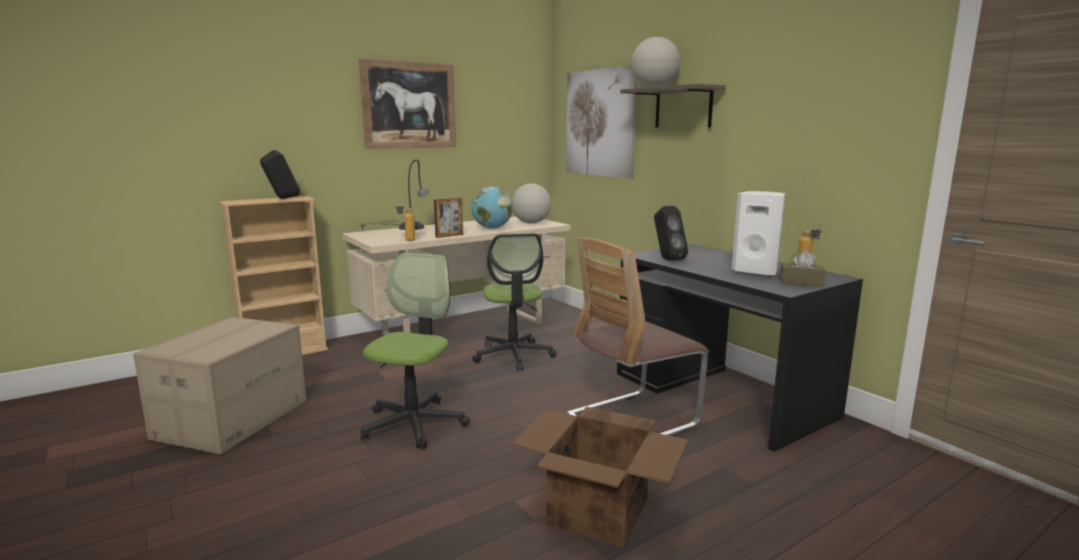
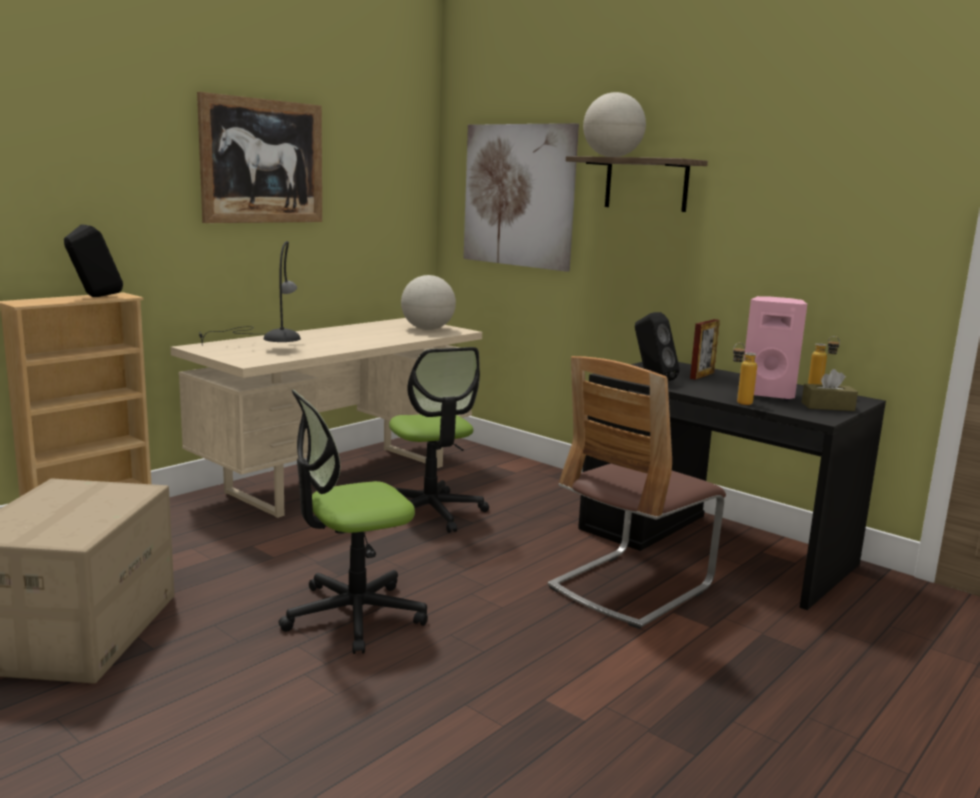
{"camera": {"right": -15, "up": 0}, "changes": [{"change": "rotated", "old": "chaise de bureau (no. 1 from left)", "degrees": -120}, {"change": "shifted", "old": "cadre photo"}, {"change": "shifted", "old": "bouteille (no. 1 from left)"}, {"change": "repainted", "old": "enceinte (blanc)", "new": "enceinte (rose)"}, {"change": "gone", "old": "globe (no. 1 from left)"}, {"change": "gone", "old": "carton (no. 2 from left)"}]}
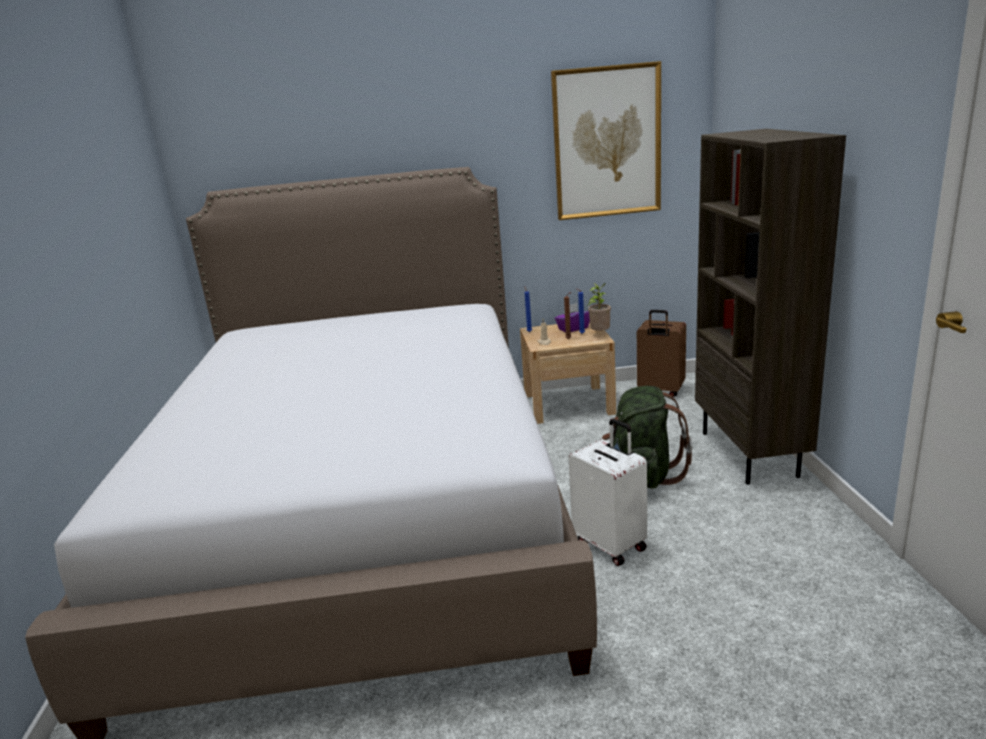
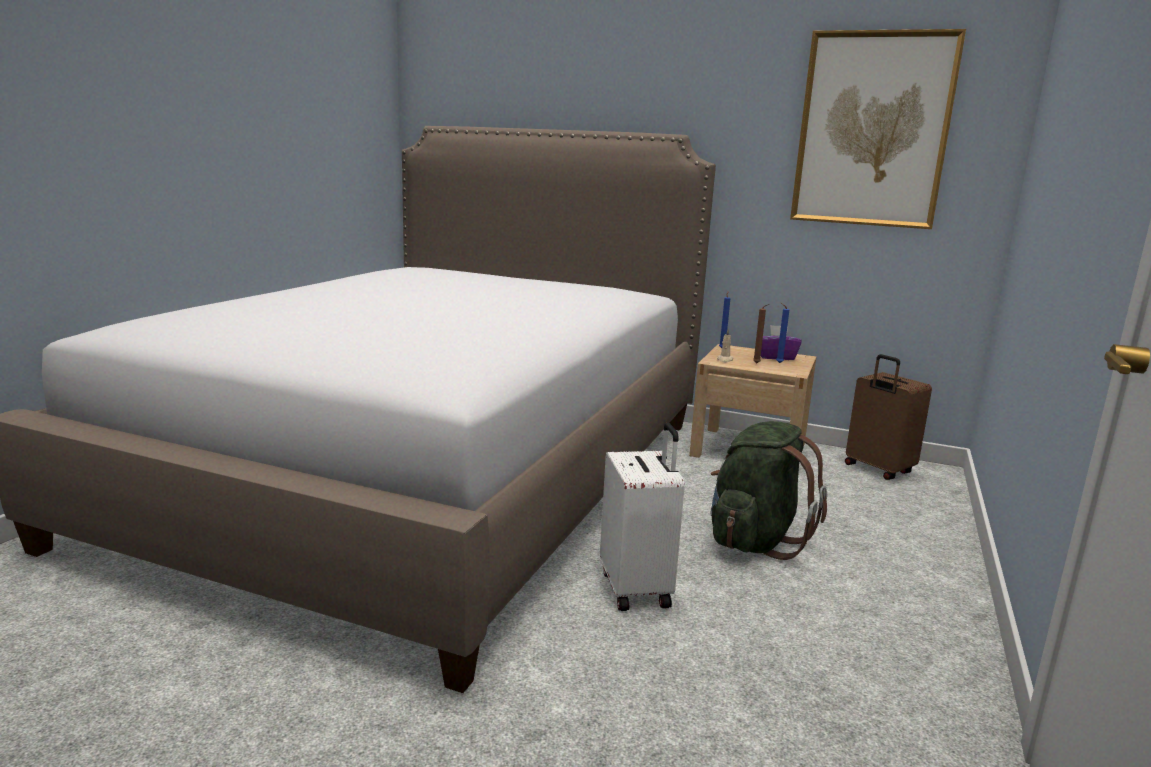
{"camera": {"right": 25, "up": -5}, "changes": [{"change": "gone", "old": "plante en pot"}, {"change": "gone", "old": "bibliothèque (marron)"}]}
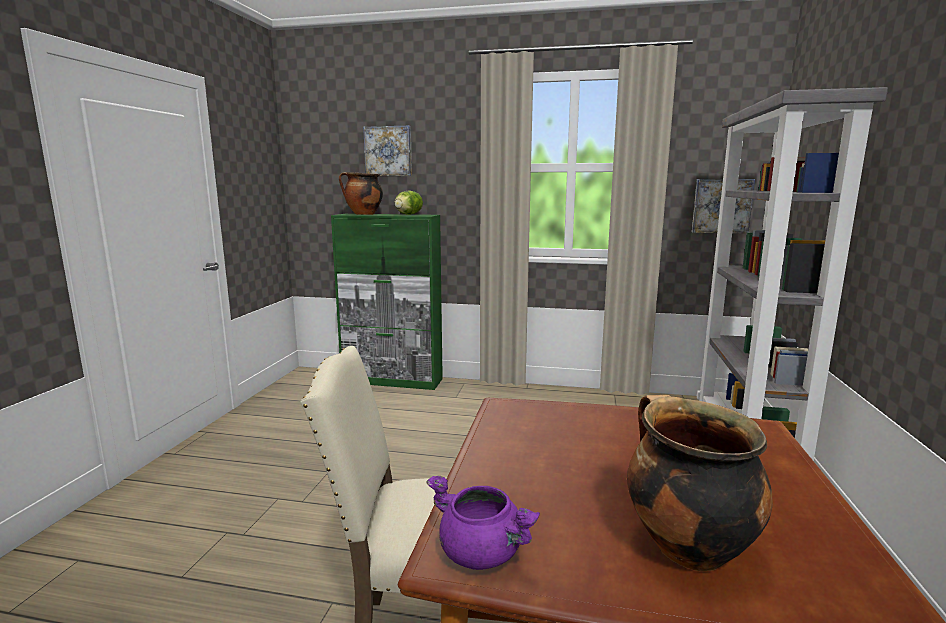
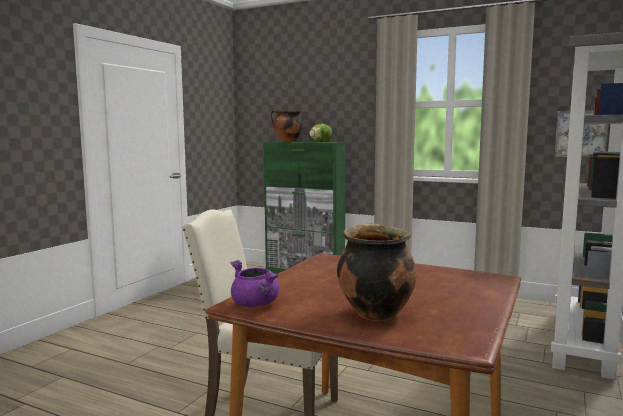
{"camera": {"right": 15, "up": -5}, "changes": [{"change": "gone", "old": "tableau (no. 1 from left)"}]}
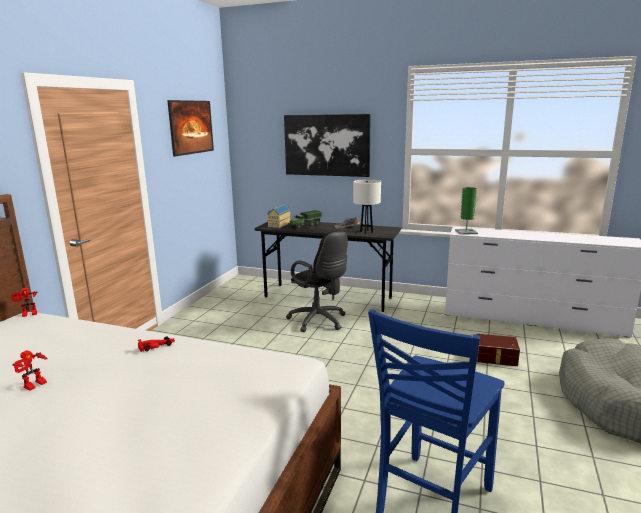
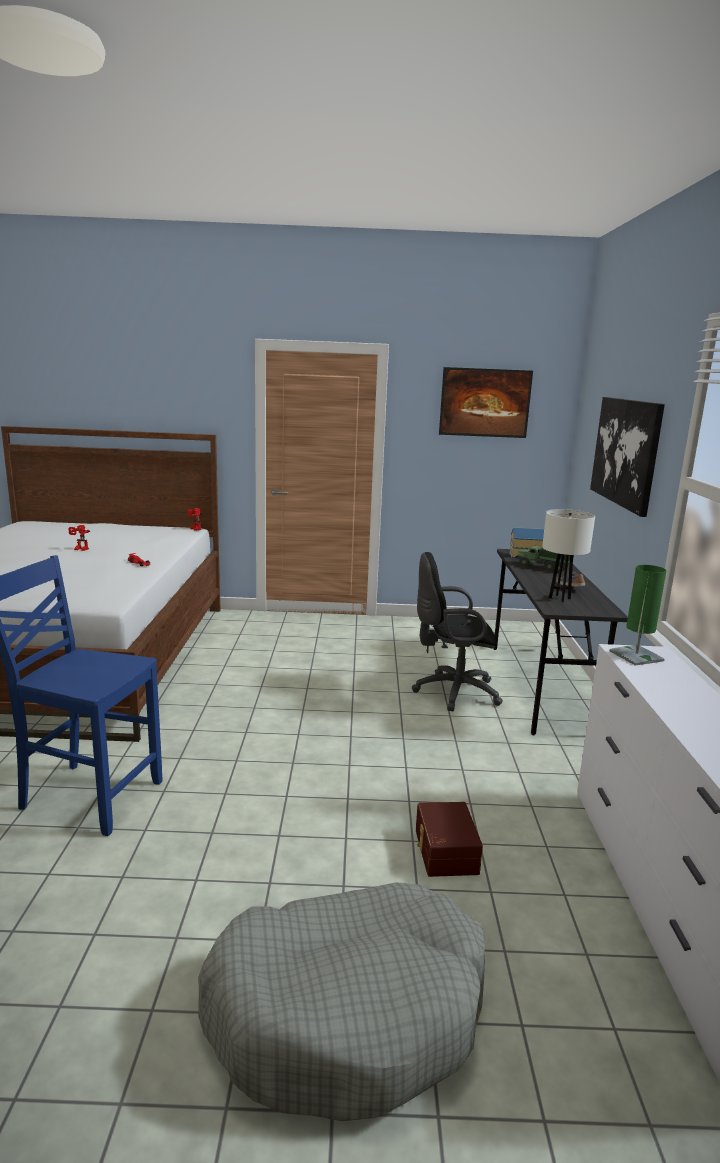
{"camera": {"right": 70, "up": 0}, "changes": [{"change": "rotated", "old": "chaise de bureau (noir)", "degrees": 60}]}
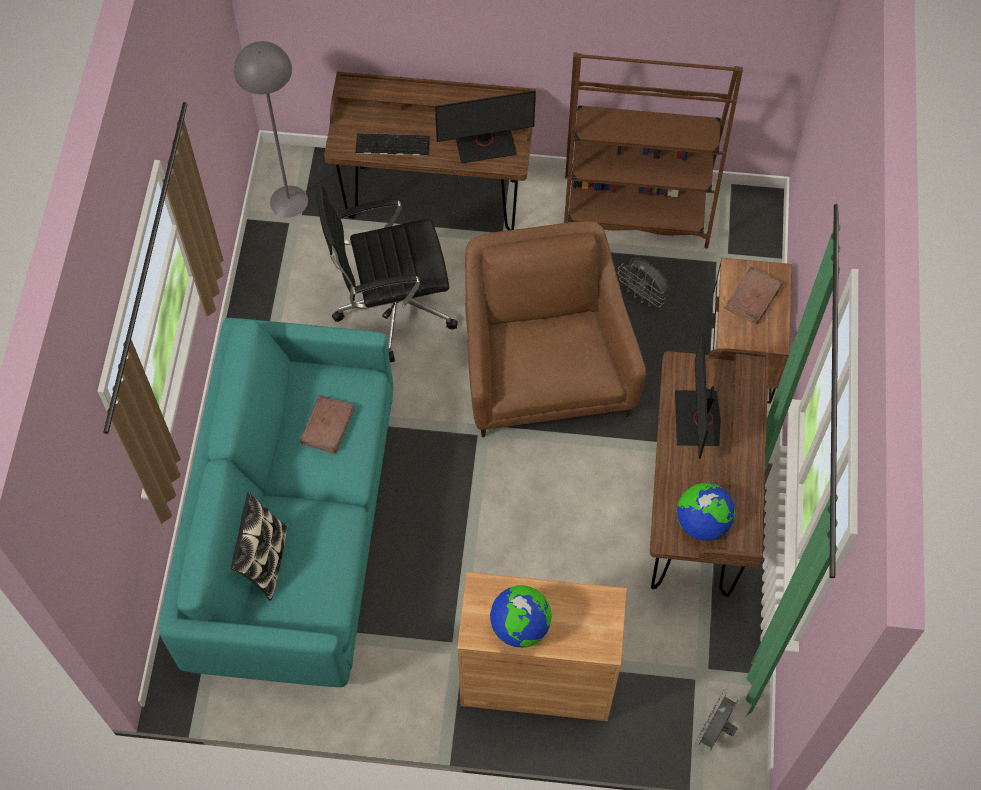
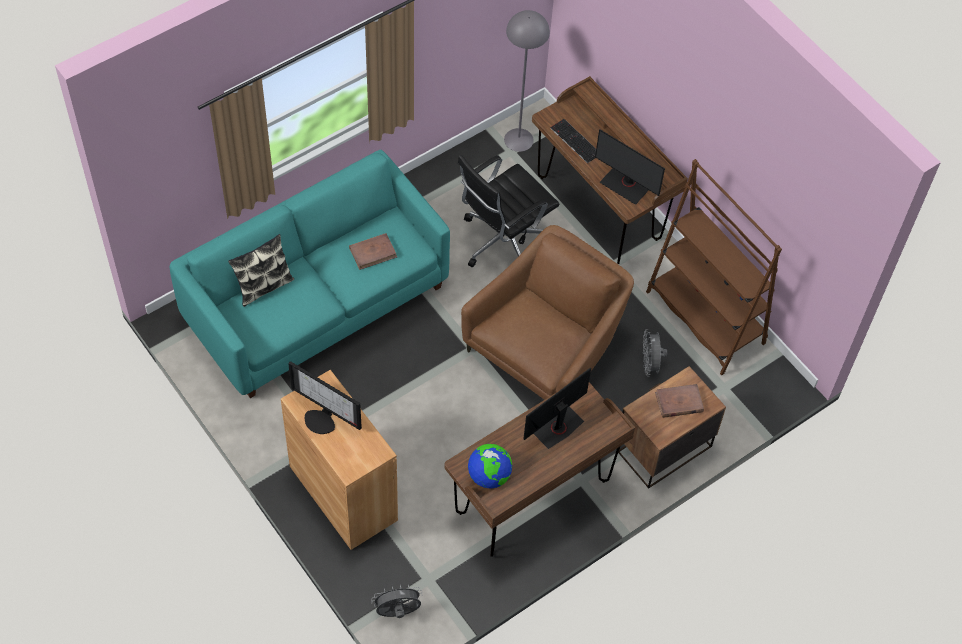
{"camera": {"right": 45, "up": -5}, "changes": [{"change": "swapped", "old": "globe (no. 1 from left)", "new": "écran d'ordinateur (no. 1 from left)"}, {"change": "rotated", "old": "chaise de bureau (noir)", "degrees": -75}]}
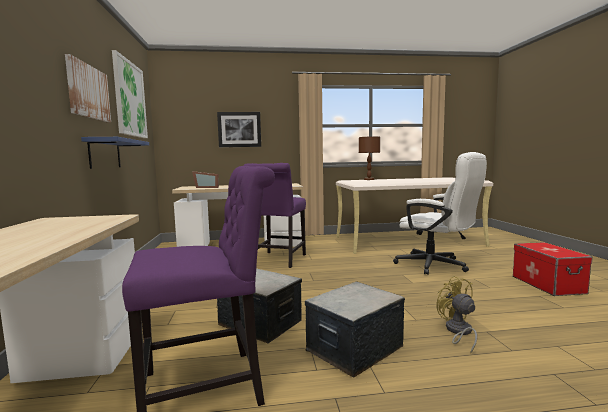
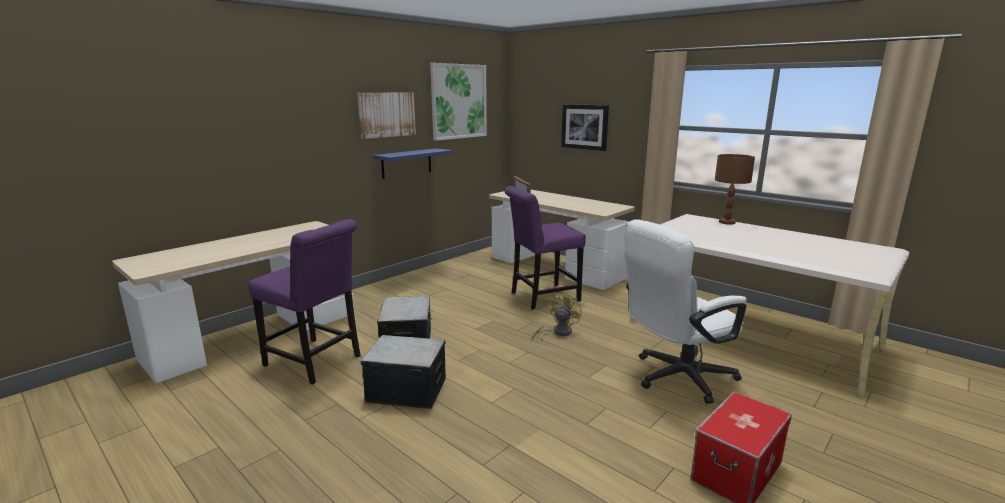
{"camera": {"right": 50, "up": 10}, "changes": [{"change": "shifted", "old": "ventilateur (jaune)"}, {"change": "rotated", "old": "chaise de bureau (blanc)", "degrees": 60}]}
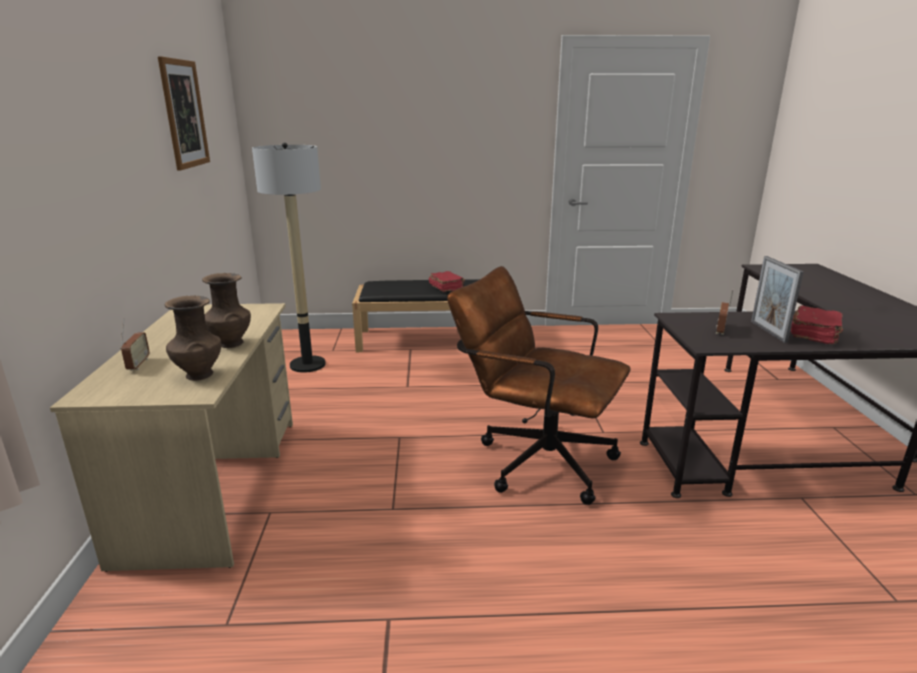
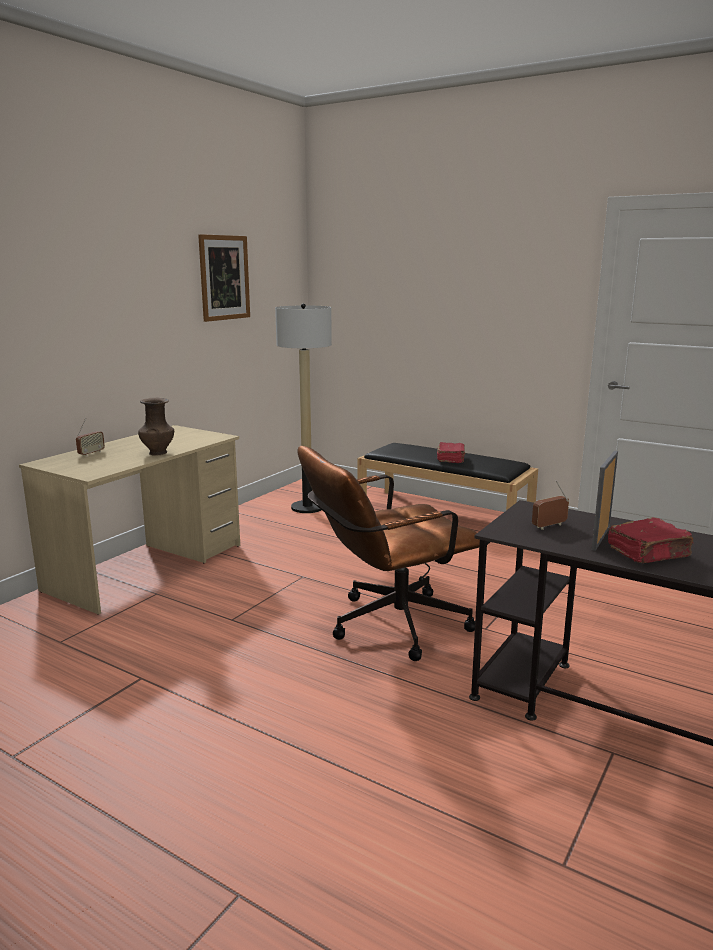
{"camera": {"right": 35, "up": -5}, "changes": [{"change": "rotated", "old": "chaise de bureau (marron)", "degrees": -90}, {"change": "gone", "old": "vase (marron) (no. 1 from left)"}]}
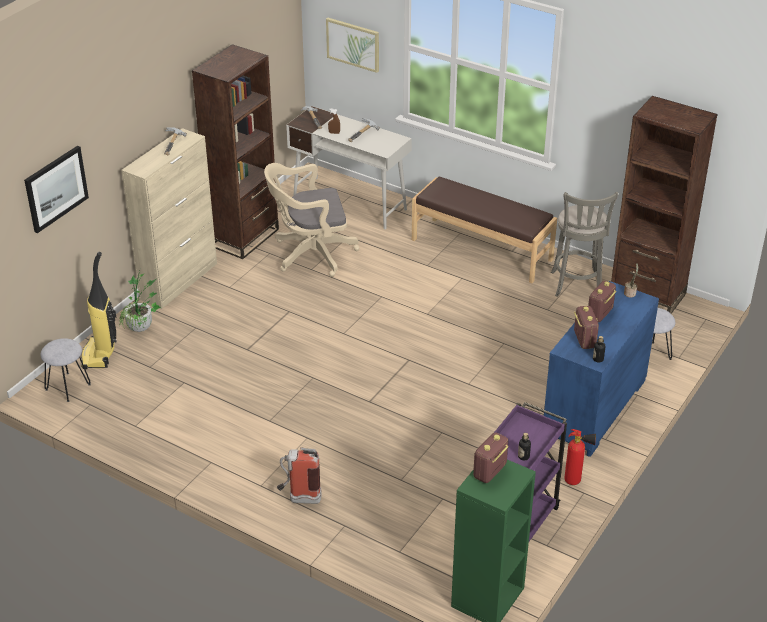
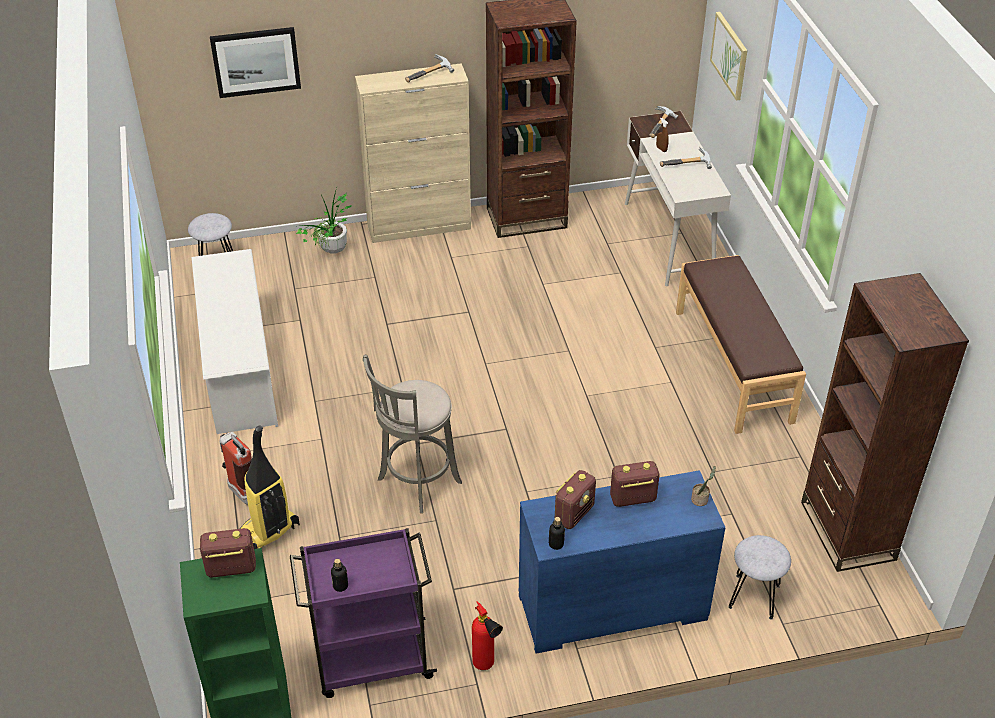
{"camera": {"right": 45, "up": 5}, "changes": [{"change": "new", "new": "étagère à chaussures (blanc)"}, {"change": "shifted", "old": "aspirateur"}, {"change": "shifted", "old": "tabouret (gris) (no. 2 from left)"}, {"change": "gone", "old": "chaise de bureau (beige)"}]}
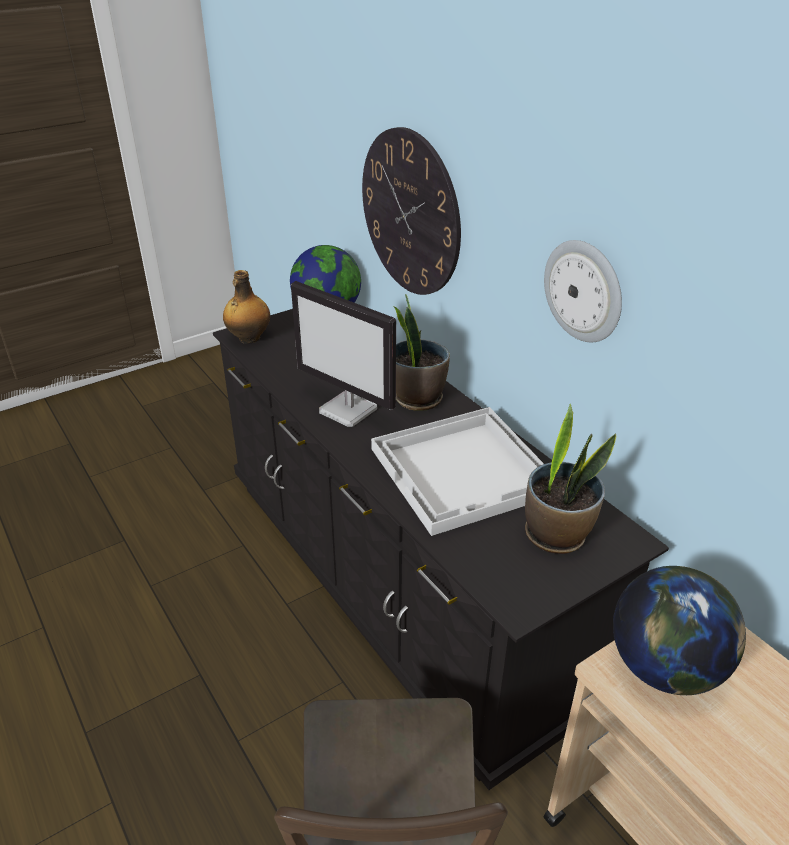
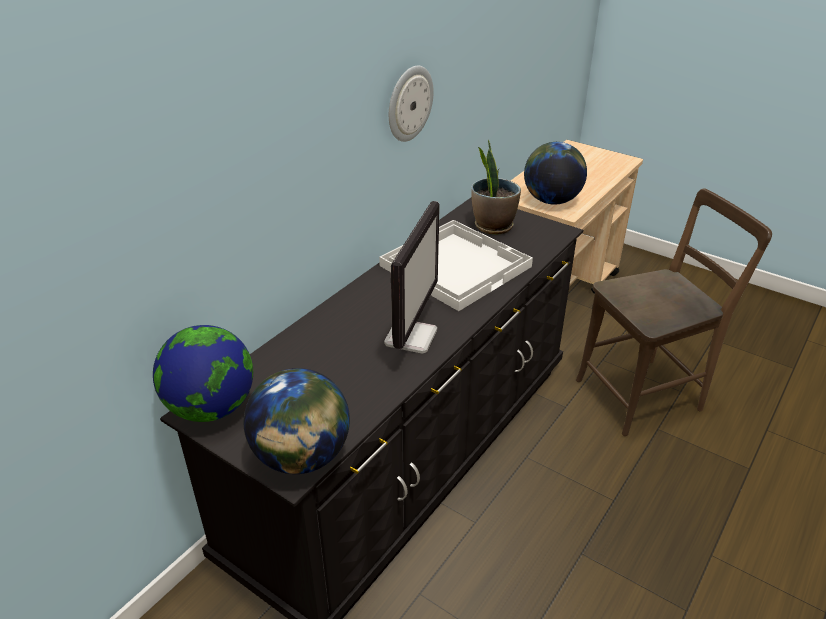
{"camera": {"right": -110, "up": 0}, "changes": [{"change": "swapped", "old": "bouteille", "new": "globe (no. 2 from left)"}, {"change": "gone", "old": "horloge murale (no. 1 from left)"}, {"change": "gone", "old": "plante en pot (no. 1 from left)"}]}
